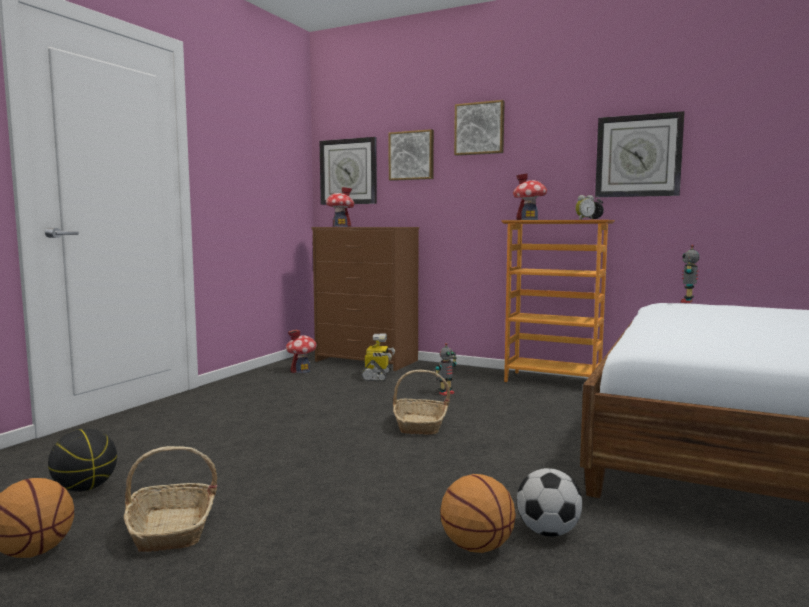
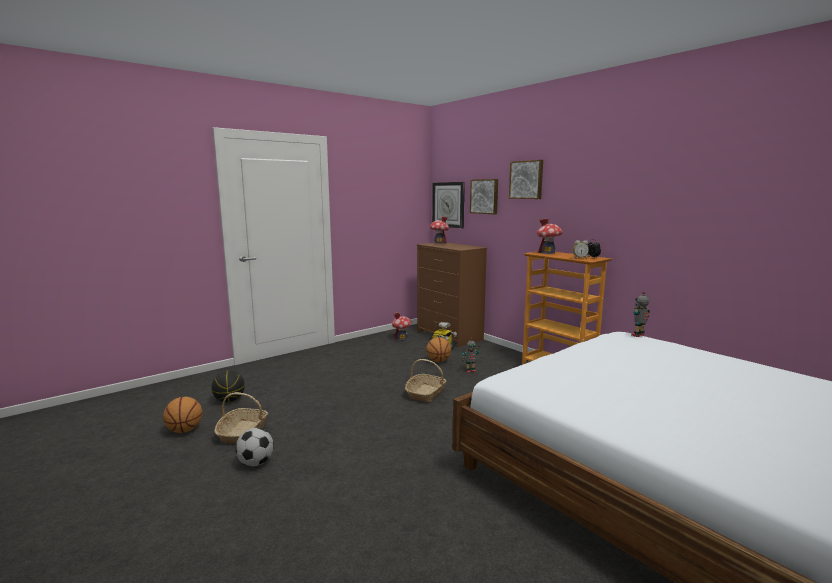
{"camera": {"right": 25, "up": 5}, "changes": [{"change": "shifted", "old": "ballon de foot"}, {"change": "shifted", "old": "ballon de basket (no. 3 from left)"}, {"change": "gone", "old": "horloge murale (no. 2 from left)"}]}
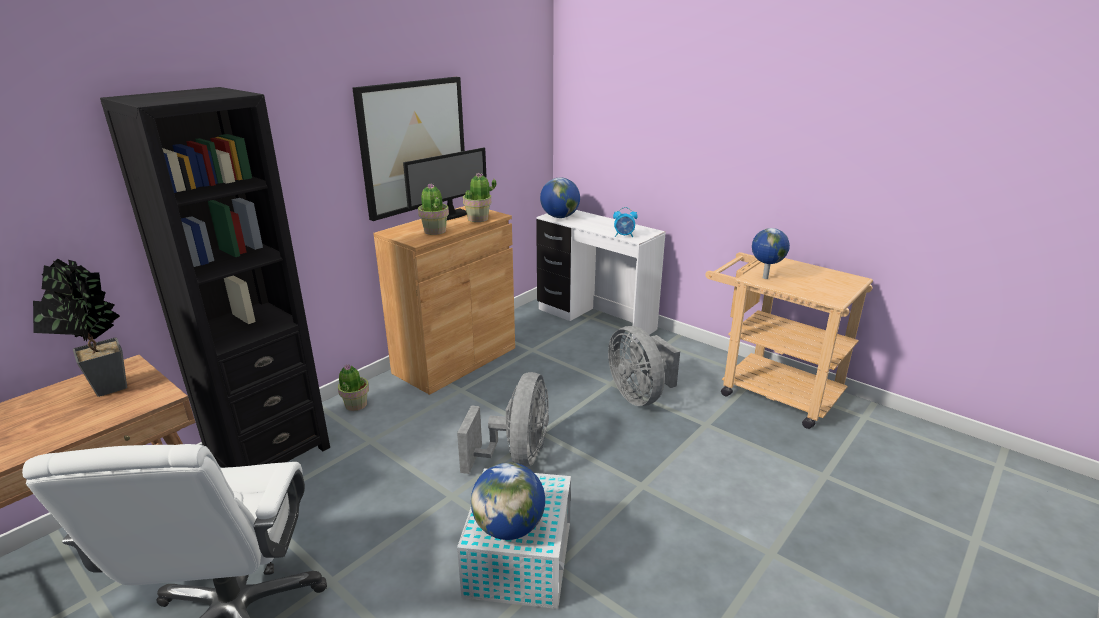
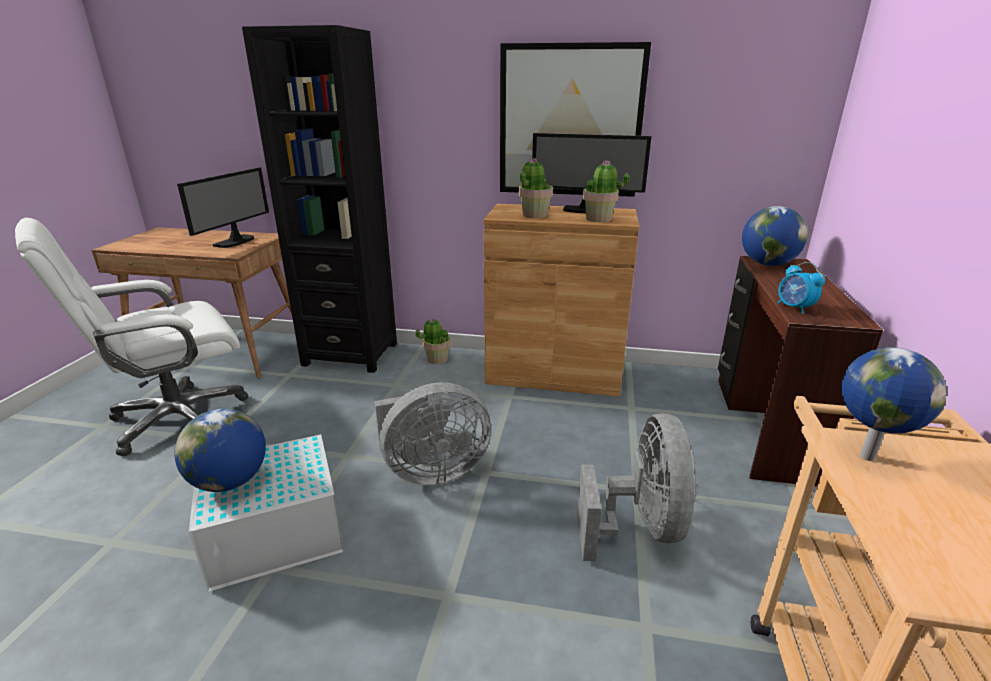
{"camera": {"right": 60, "up": 0}, "changes": [{"change": "swapped", "old": "plante en pot (no. 1 from left)", "new": "écran d'ordinateur (no. 1 from left)"}, {"change": "rotated", "old": "ventilateur (gris) (no. 2 from left)", "degrees": 150}, {"change": "repainted", "old": "bureau (blanc)", "new": "bureau (marron) (no. 2 from left)"}]}
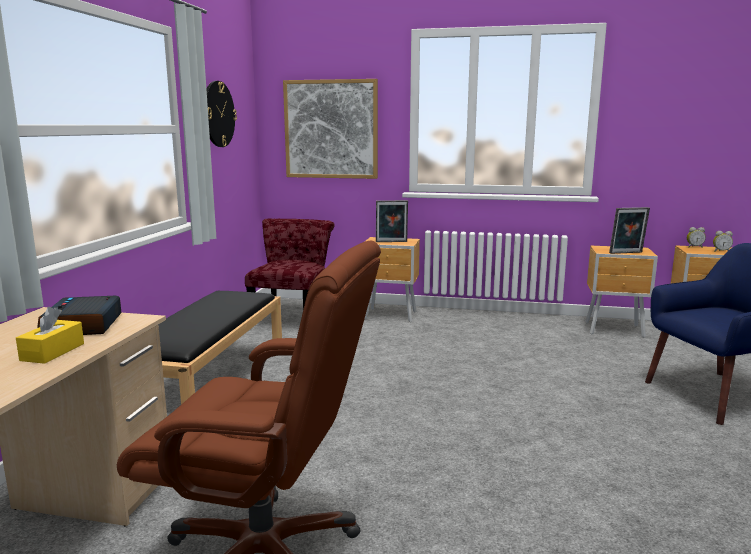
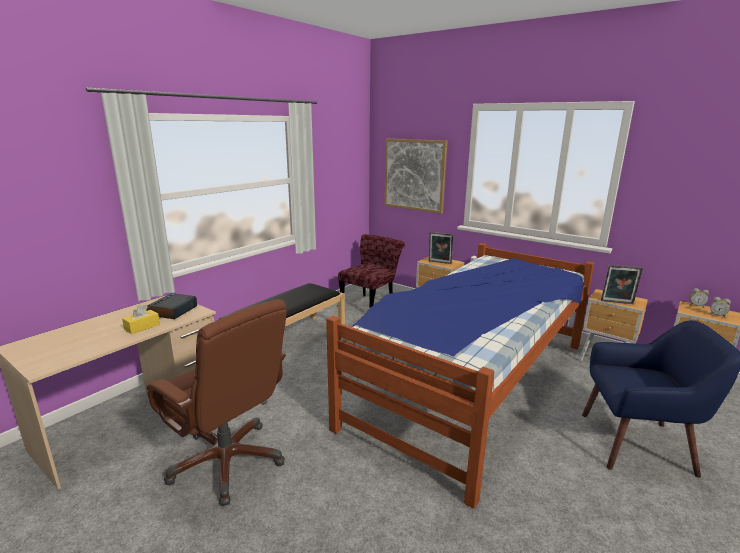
{"camera": {"right": 25, "up": 5}, "changes": [{"change": "new", "new": "lit"}, {"change": "gone", "old": "horloge murale"}]}
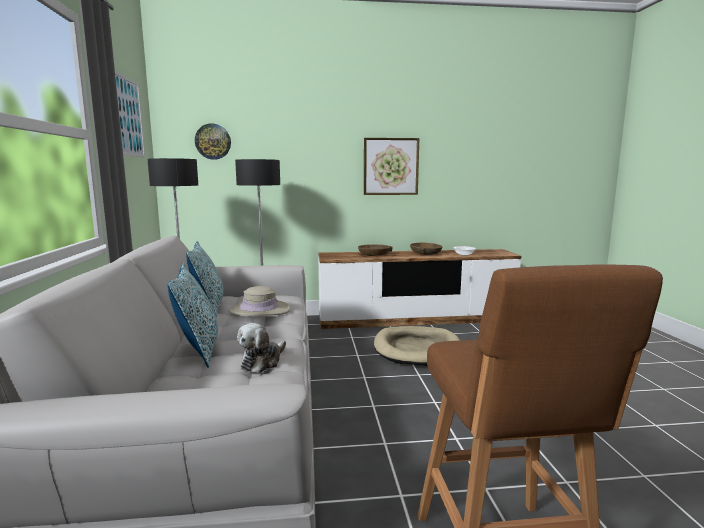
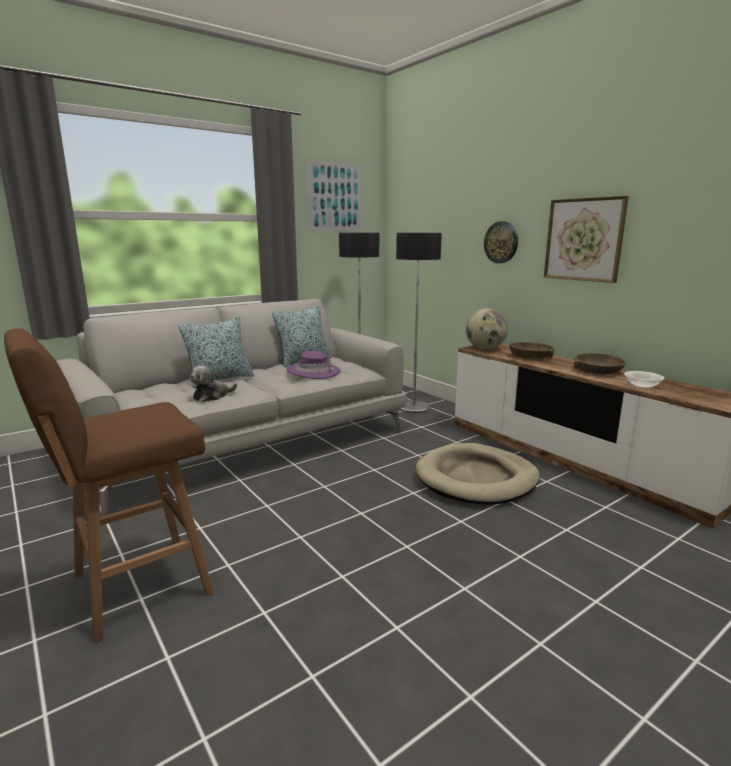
{"camera": {"right": 60, "up": 5}, "changes": [{"change": "rotated", "old": "peluche", "degrees": -45}, {"change": "repainted", "old": "chapeau (beige)", "new": "chapeau (violet)"}, {"change": "new", "new": "globe"}, {"change": "shifted", "old": "horloge murale"}]}
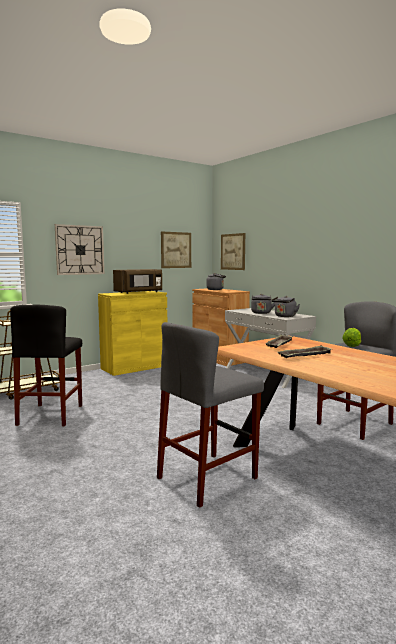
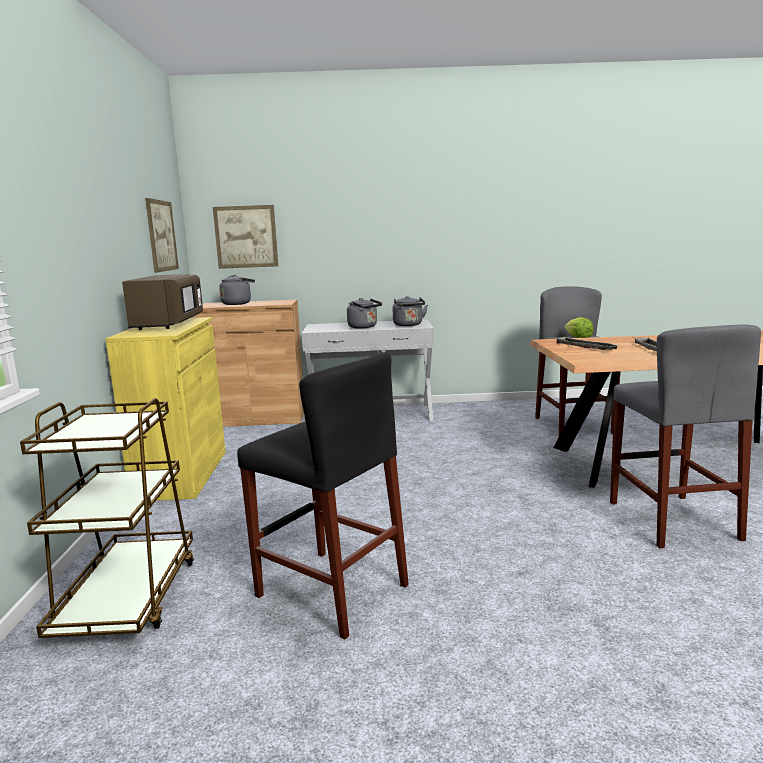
{"camera": {"right": -55, "up": 5}, "changes": [{"change": "gone", "old": "horloge murale"}]}
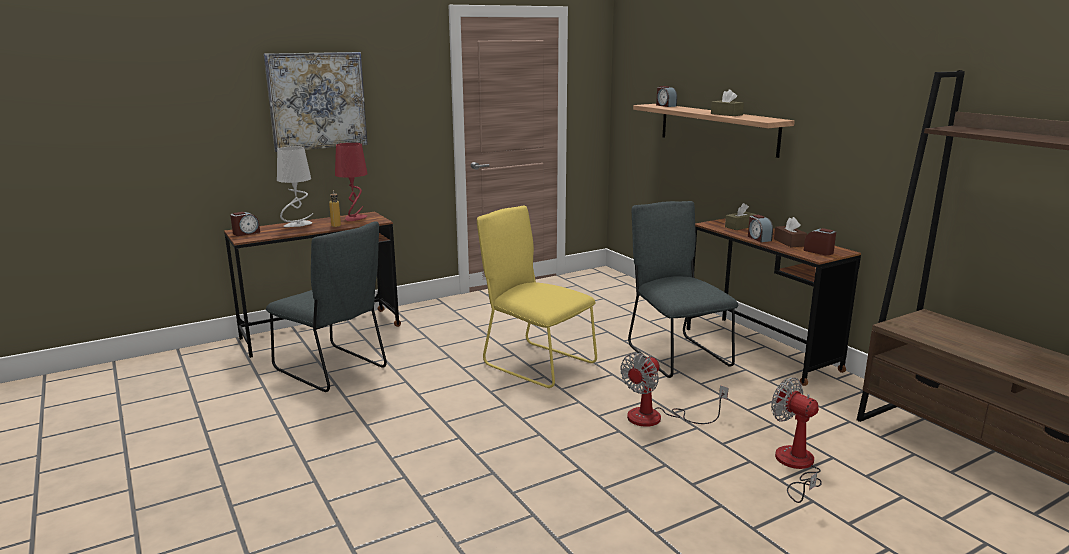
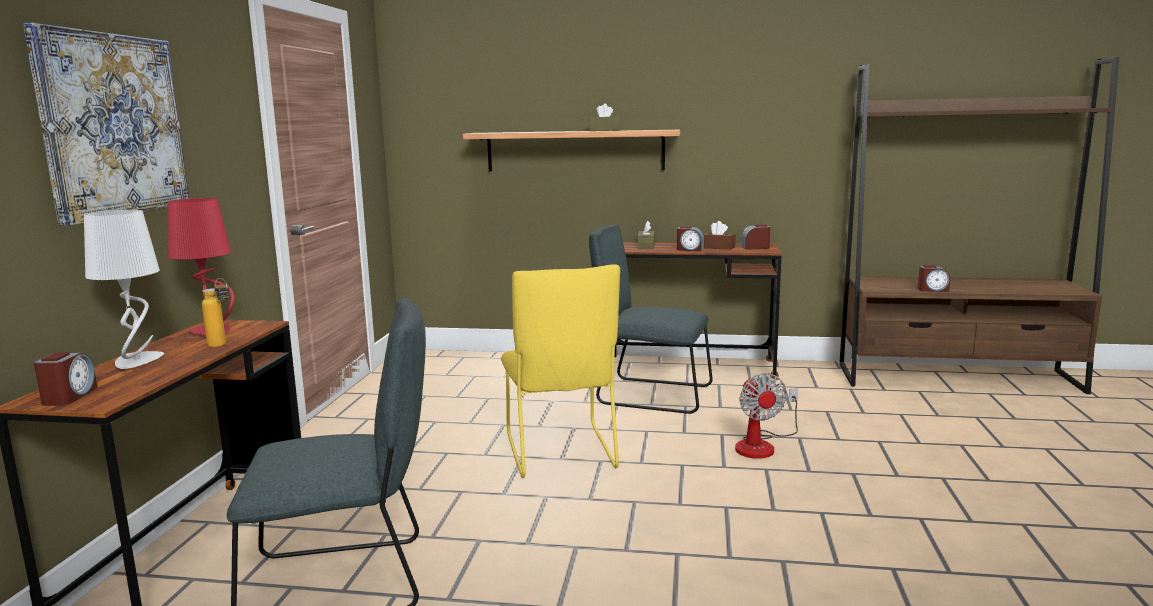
{"camera": {"right": -50, "up": -5}, "changes": [{"change": "rotated", "old": "chaise (jaune)", "degrees": -90}, {"change": "shifted", "old": "réveil (no. 2 from left in the first image)", "new": "réveil (no. 4 from left)"}, {"change": "gone", "old": "ventilateur (no. 2 from left)"}]}
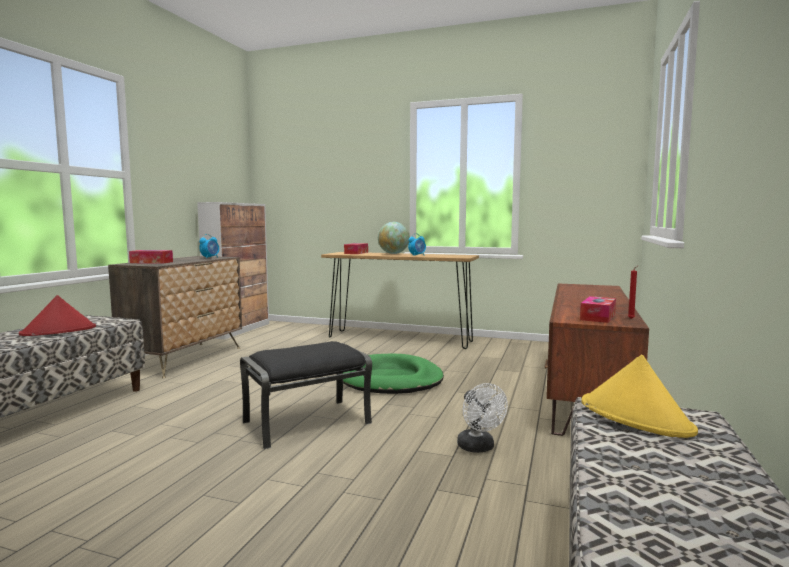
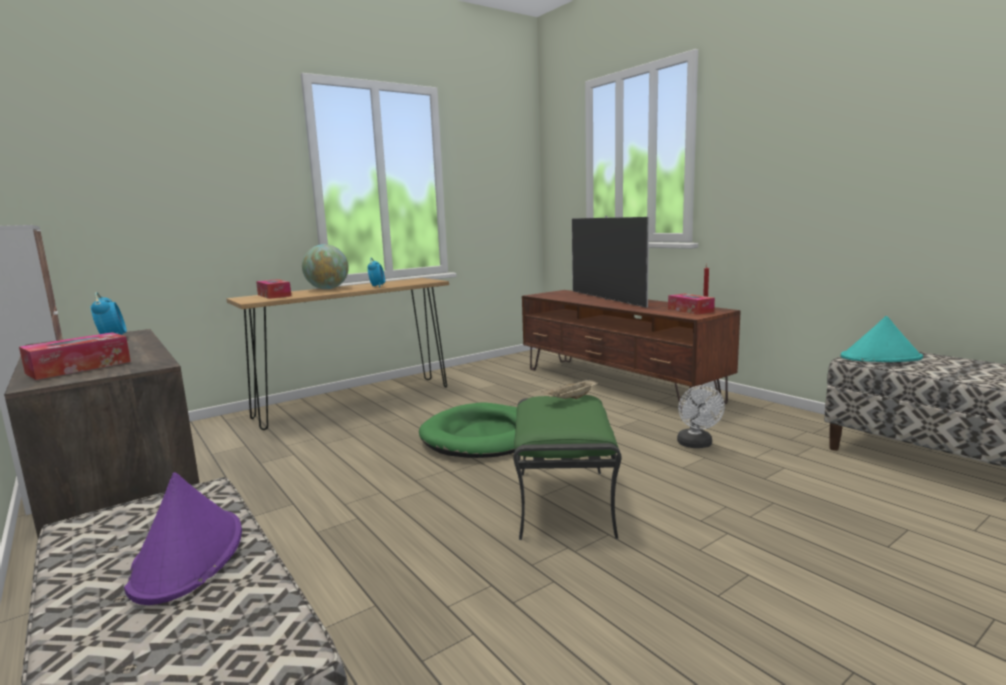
{"camera": {"right": -55, "up": 5}, "changes": [{"change": "repainted", "old": "chapeau (rouge)", "new": "chapeau (violet)"}, {"change": "repainted", "old": "pouf (noir)", "new": "pouf (vert)"}, {"change": "new", "new": "plateau (beige)"}, {"change": "new", "new": "téléviseur"}, {"change": "rotated", "old": "ventilateur (blanc)", "degrees": 75}, {"change": "repainted", "old": "chapeau (jaune)", "new": "chapeau (turquoise)"}]}
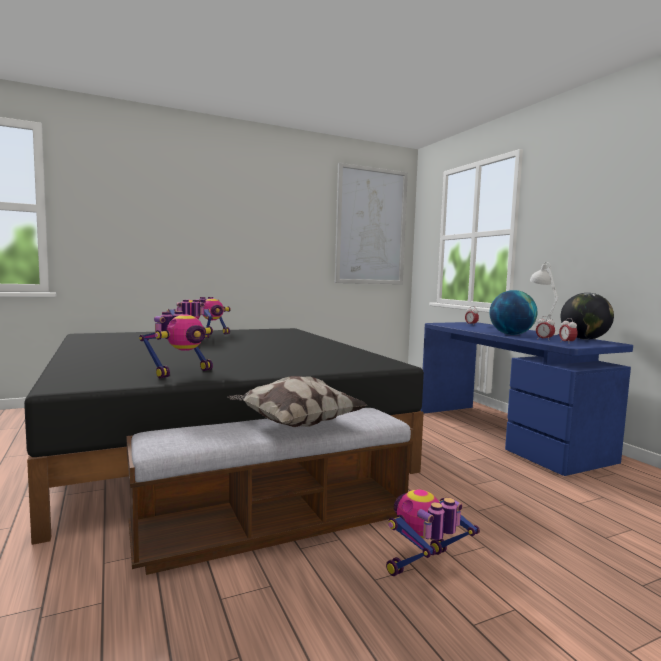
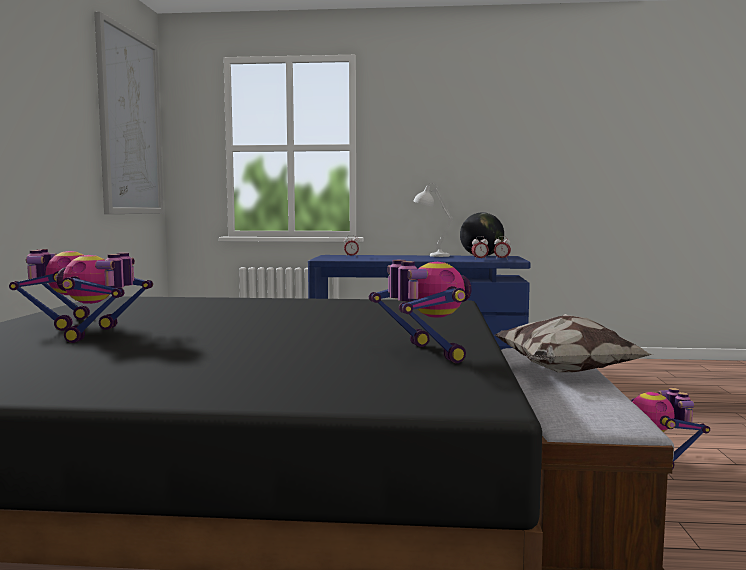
{"camera": {"right": -60, "up": 0}, "changes": [{"change": "gone", "old": "globe (no. 1 from left)"}]}
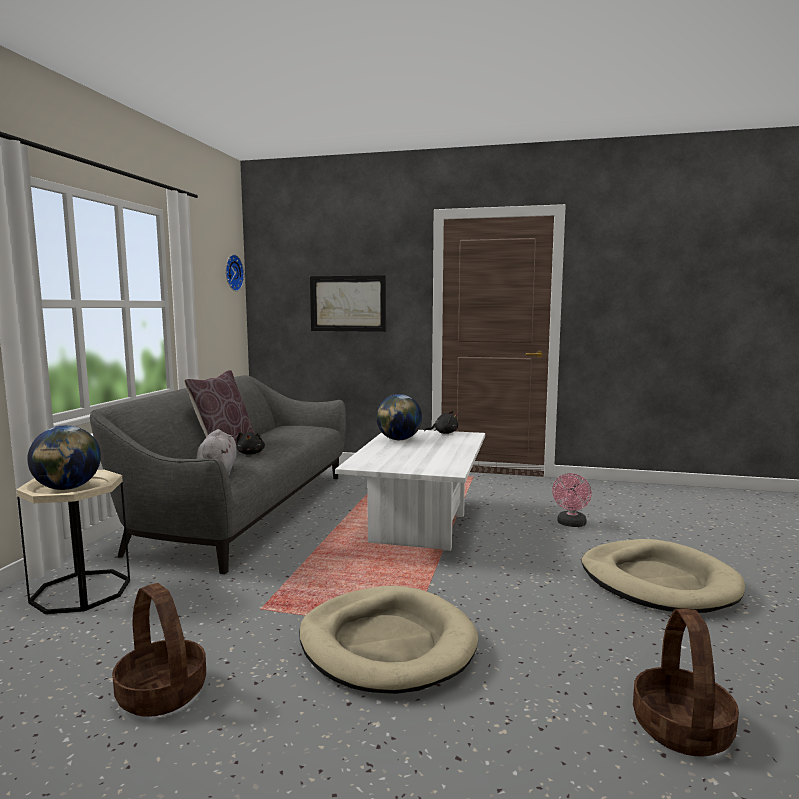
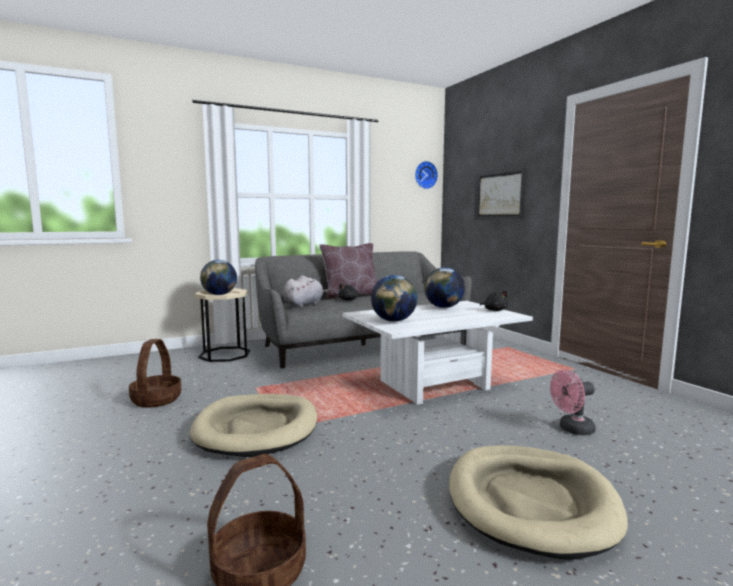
{"camera": {"right": 50, "up": 0}, "changes": [{"change": "new", "new": "globe (no. 2 from left)"}]}
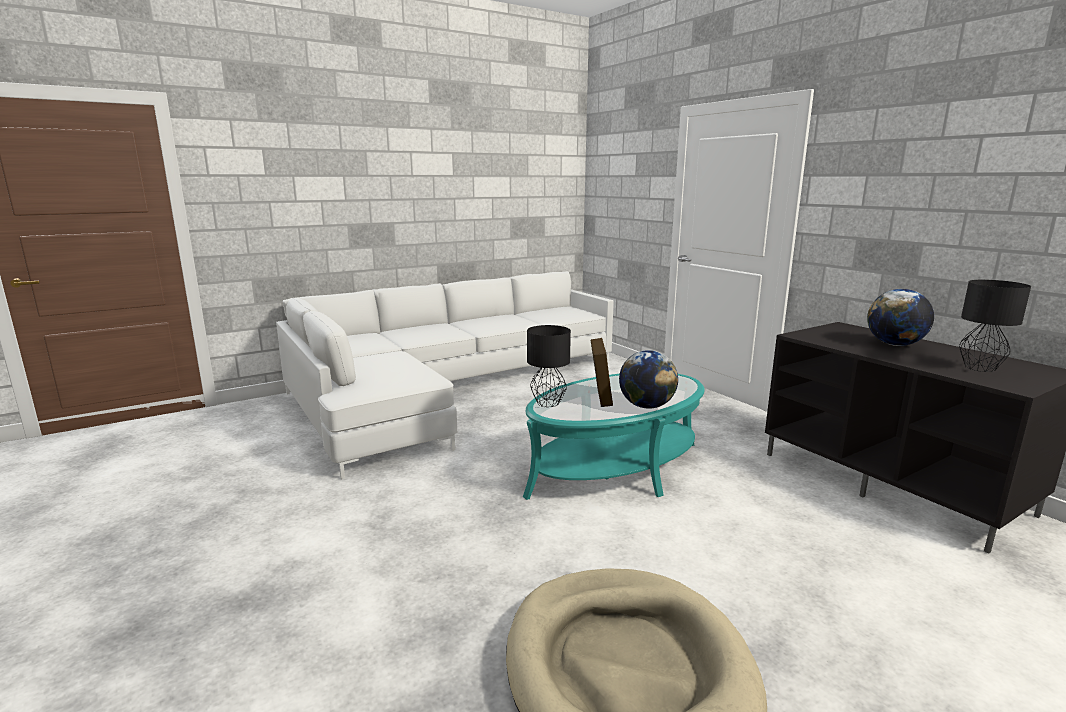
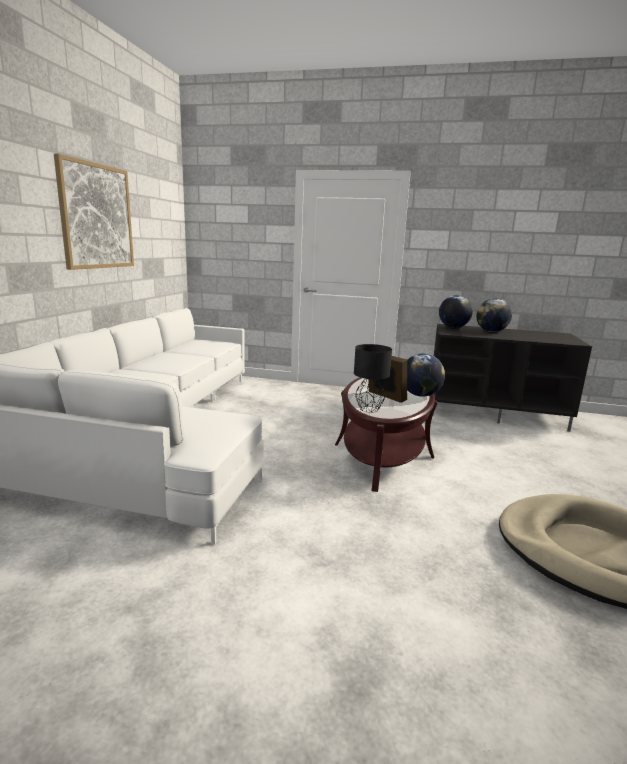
{"camera": {"right": -45, "up": 0}, "changes": [{"change": "new", "new": "tableau"}, {"change": "repainted", "old": "table basse (turquoise)", "new": "table basse (marron)"}, {"change": "new", "new": "globe (no. 2 from left)"}, {"change": "gone", "old": "lampe de table (noir) (no. 2 from left)"}]}
